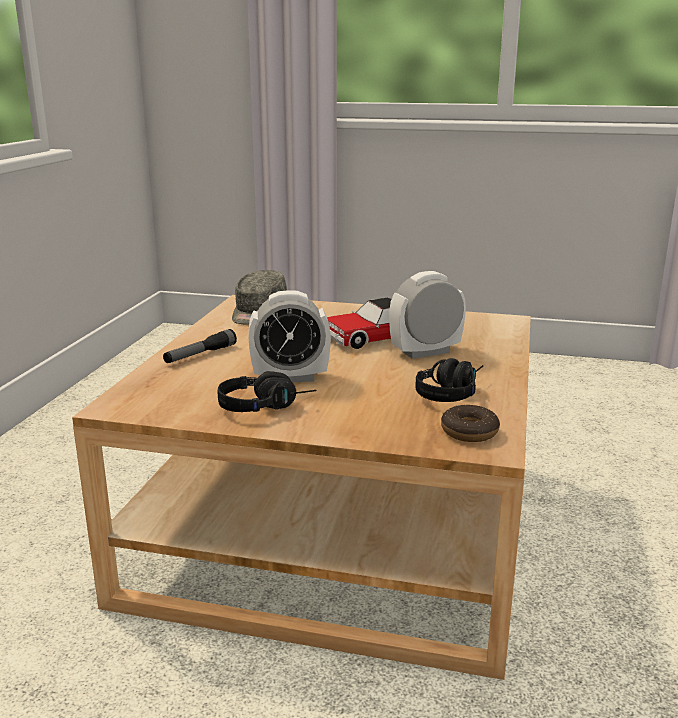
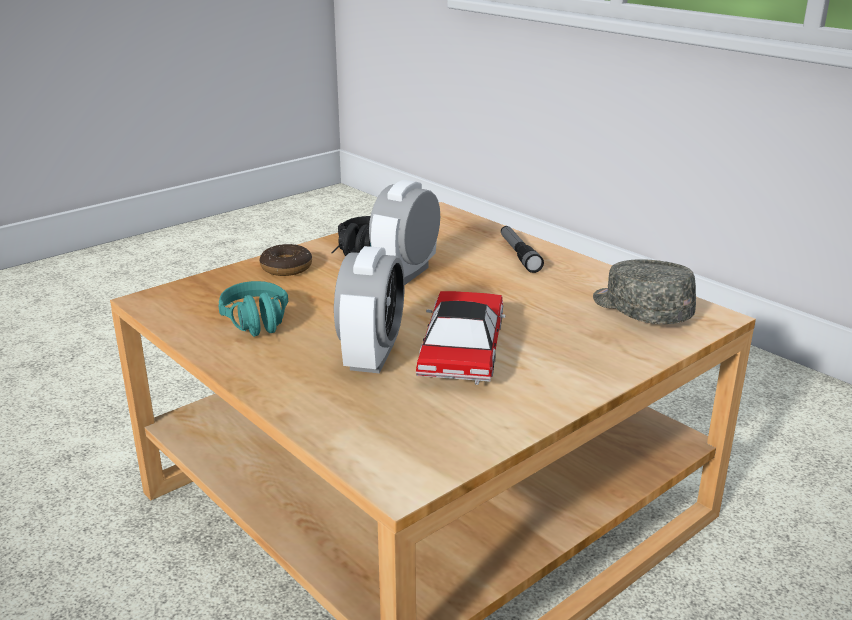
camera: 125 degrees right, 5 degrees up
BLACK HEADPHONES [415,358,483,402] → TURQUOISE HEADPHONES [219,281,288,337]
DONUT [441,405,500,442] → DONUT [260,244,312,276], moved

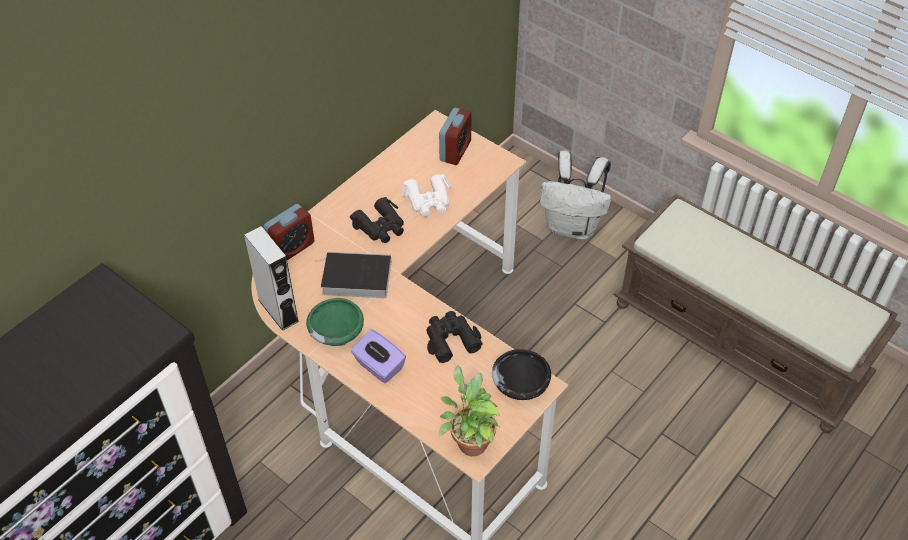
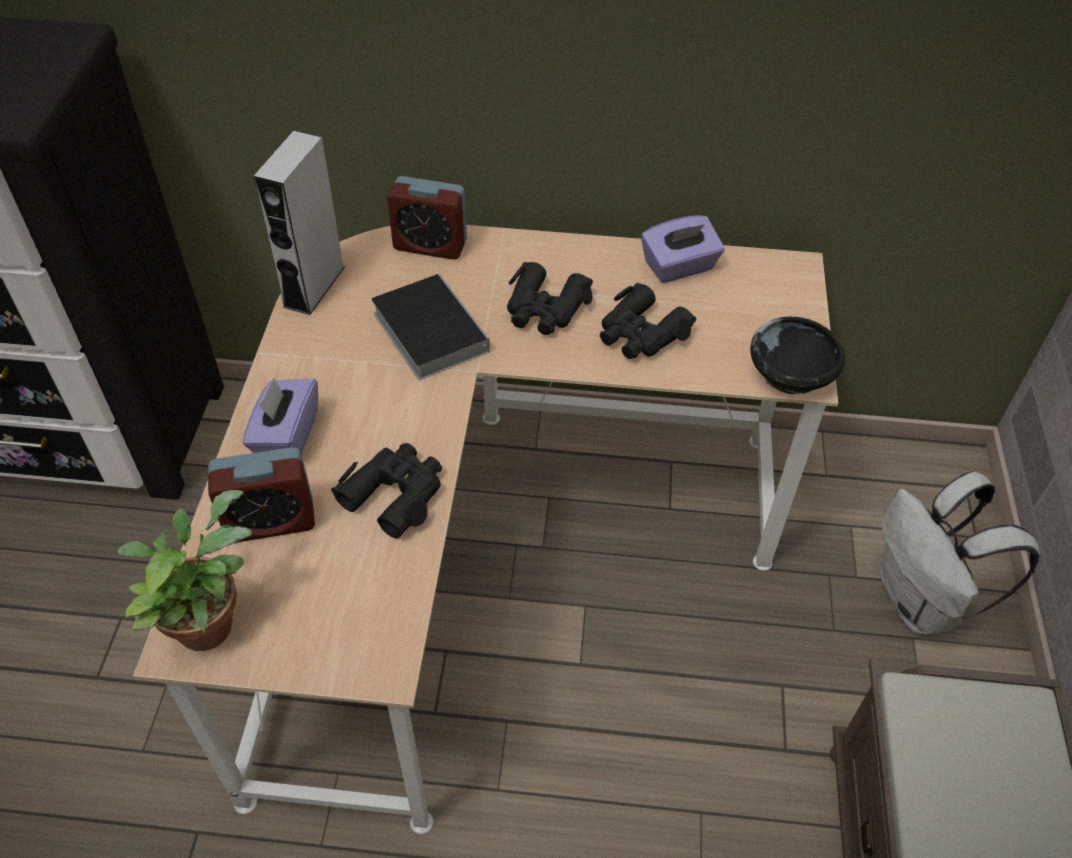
camera: 55 degrees right, 0 degrees up
ALARM CLOCK [439,108,472,165] → ALARM CLOCK [208,447,315,543], moved
WHITE BINOCULARS [402,174,451,217] → BLACK BINOCULARS [600,283,696,359]
GREEN BOWL [306,298,364,346] → -
BLACK BOWL [492,349,551,400] → BLACK BOWL [750,316,846,394], moved
- → PURPLE TISSUE BOX [641,215,725,283]

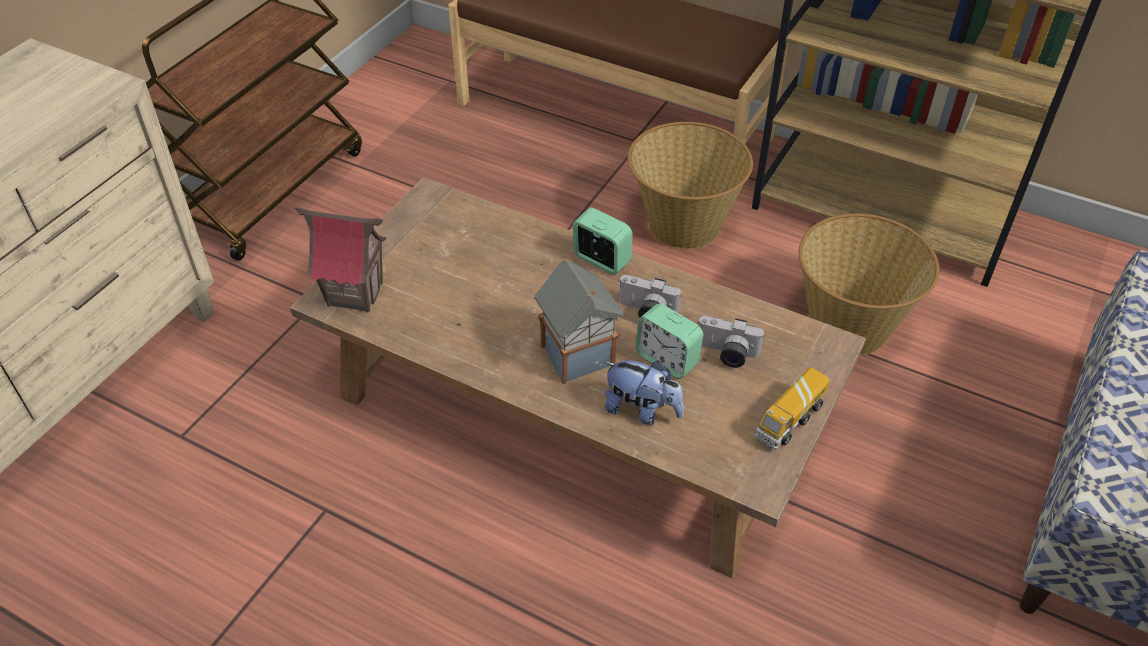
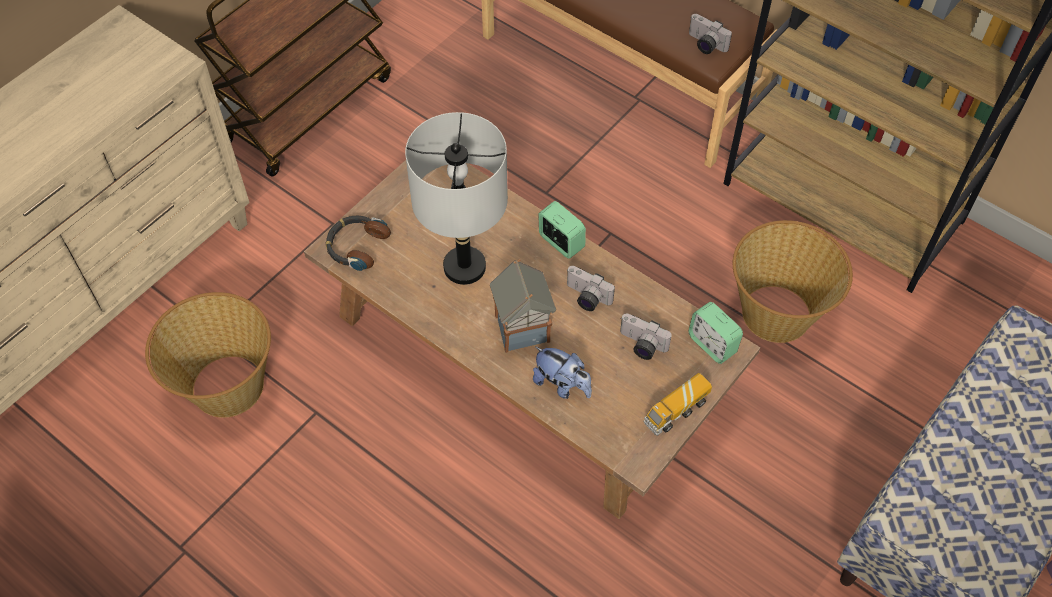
camera: 10 degrees right, 10 degrees up
BASKET [627,122,753,249] → BASKET [145,292,271,418], moved
TOY HOUSE [295,207,387,313] → HEADPHONES [326,215,391,271]
ALARM CLOCK [636,303,703,379] → ALARM CLOCK [688,302,743,364], moved
- → PHOTO CAMERA [689,14,732,54]
- → GREY TABLE LAMP [405,112,508,285]

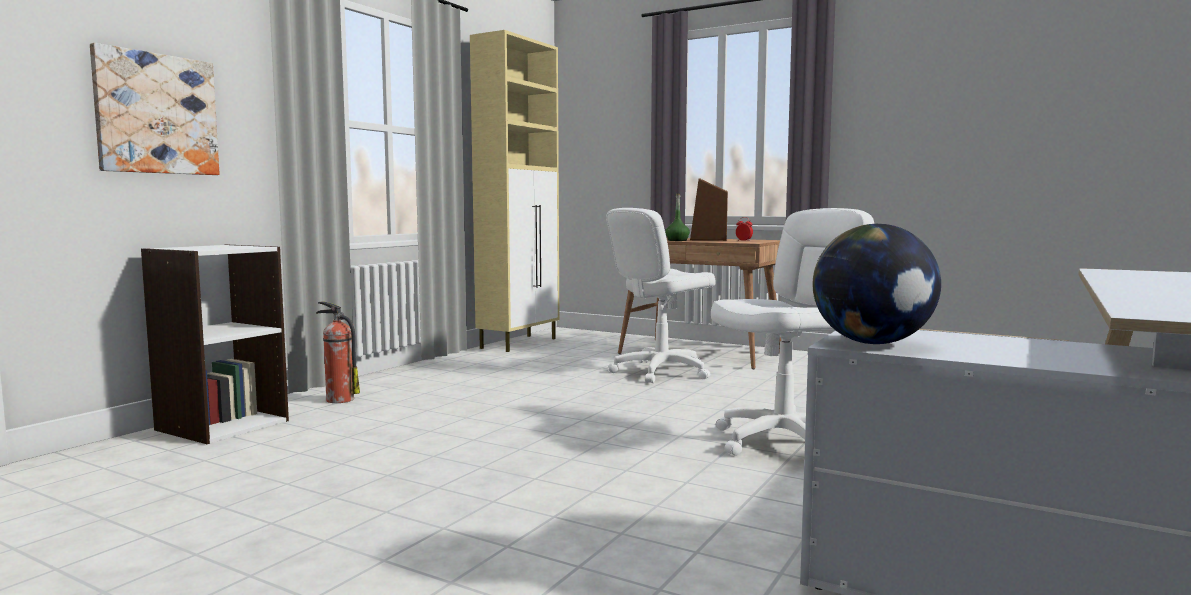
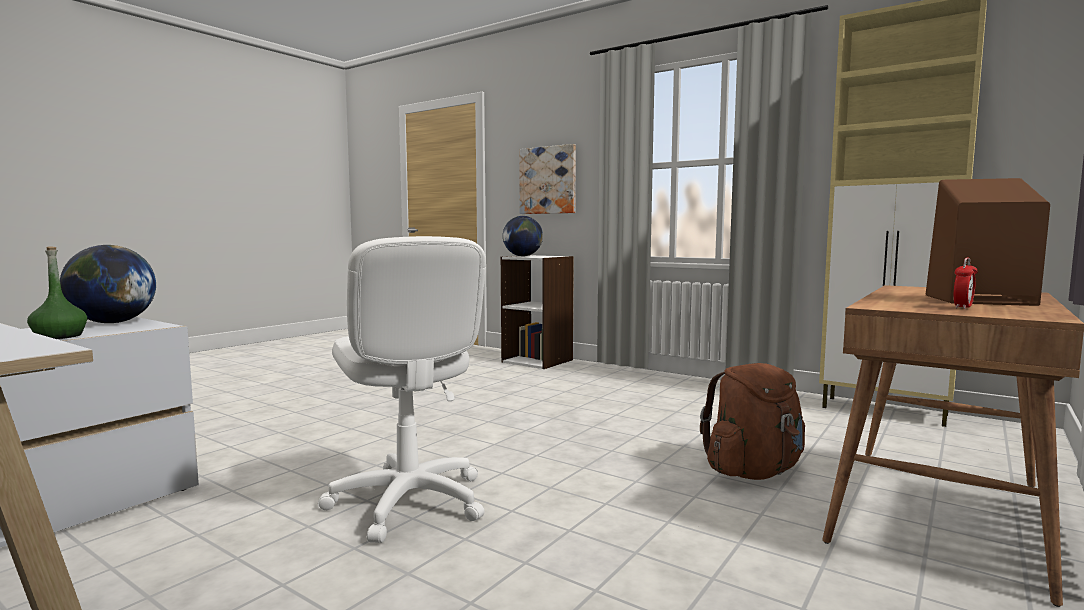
camera: 95 degrees right, 0 degrees up
GREEN BOTTLE [665,194,690,241] → GREEN BOTTLE [27,246,87,339], moved
WHITE OFFICE CHAIR [606,208,716,383] → BROWN BACKPACK [700,363,805,480]
FIRE EXTINGUISHER [316,301,360,403] → -
- → GLOBE [503,216,543,256]

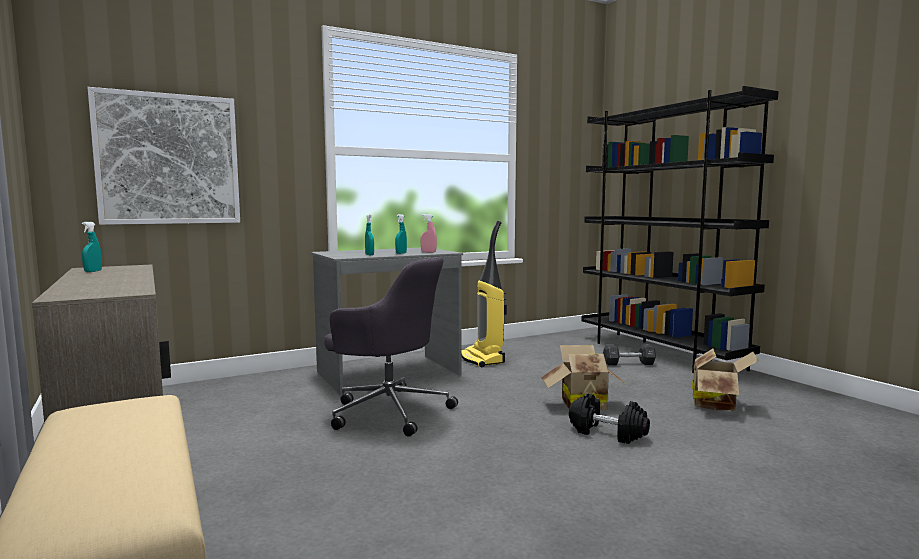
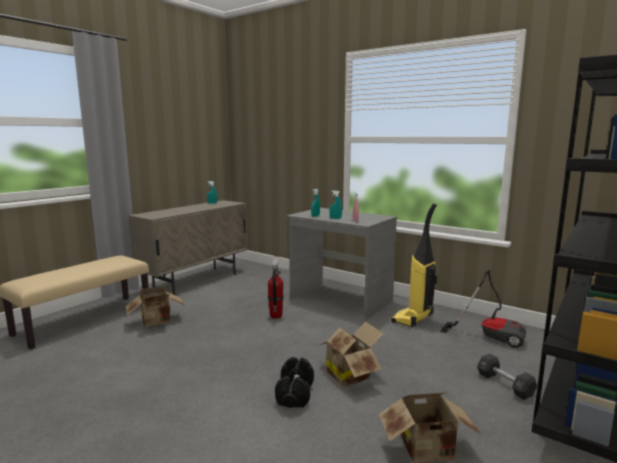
camera: 65 degrees right, 5 degrees up
PICTURE [88,87,240,225] → -
GREY OFFICE CHAIR [324,257,458,437] → FIRE EXTINGUISHER [268,256,284,319]
- → VACUUM CLEANER [441,270,526,348]
- → CARDBOARD BOX [126,286,185,327]

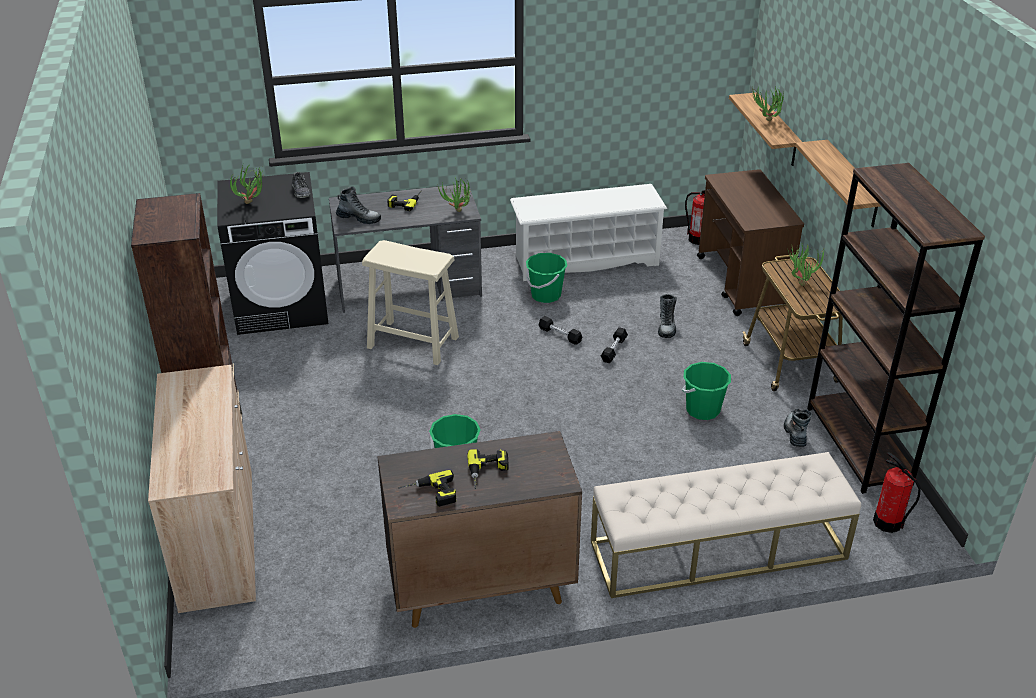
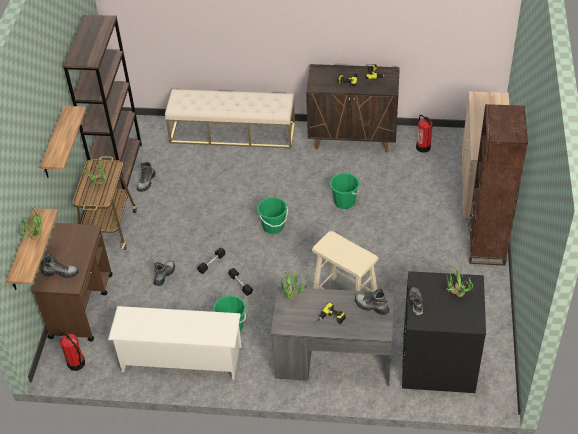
camera: 160 degrees left, 10 degrees up
GREEN BUCKET [682,362,731,420] → GREEN BUCKET [257,197,288,234], moved
FIRE EXTINGUISHER [873,452,921,533] → FIRE EXTINGUISHER [416,115,433,153], moved
- → BOOT [41,253,79,278]

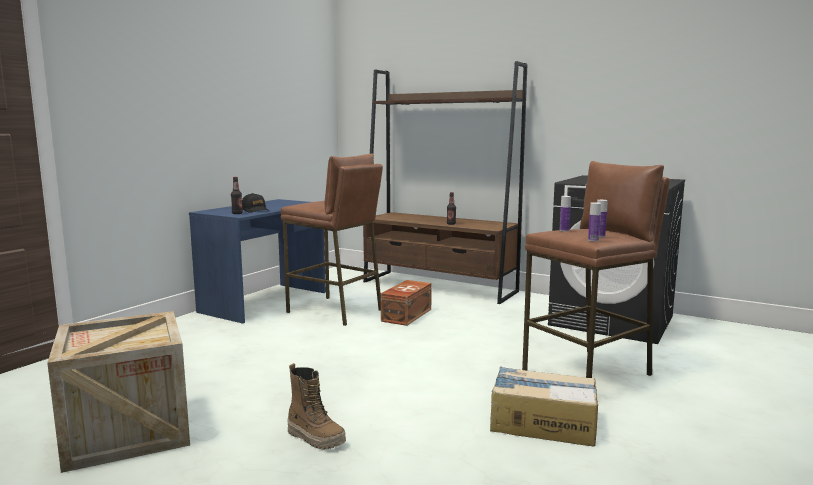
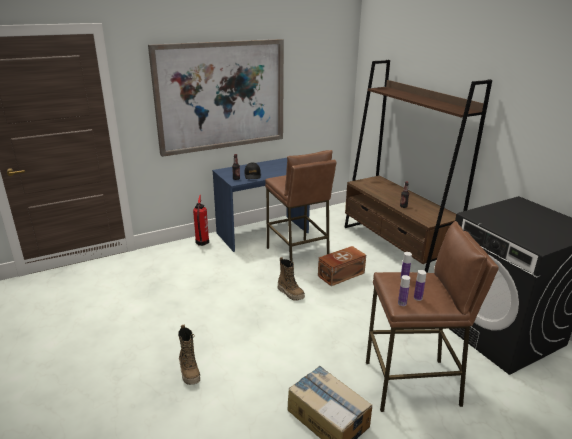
camera: 30 degrees right, 15 degrees up
CRATE [47,311,190,473] → -
- → PICTURE [148,39,284,157]
- → FIRE EXTINGUISHER [193,195,209,246]
- → BOOT [278,257,305,301]

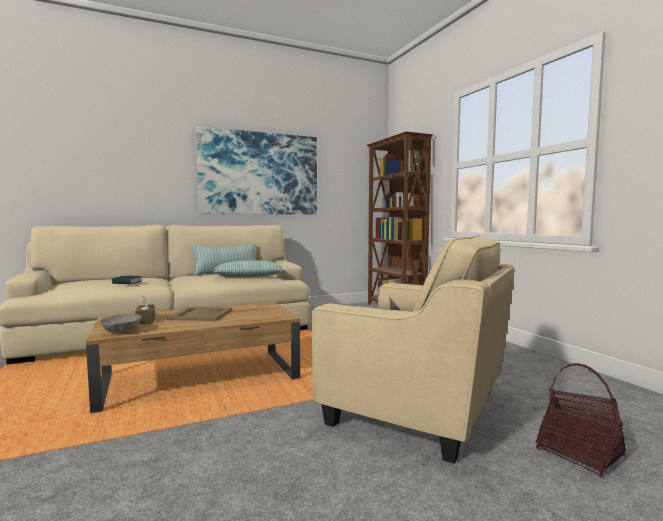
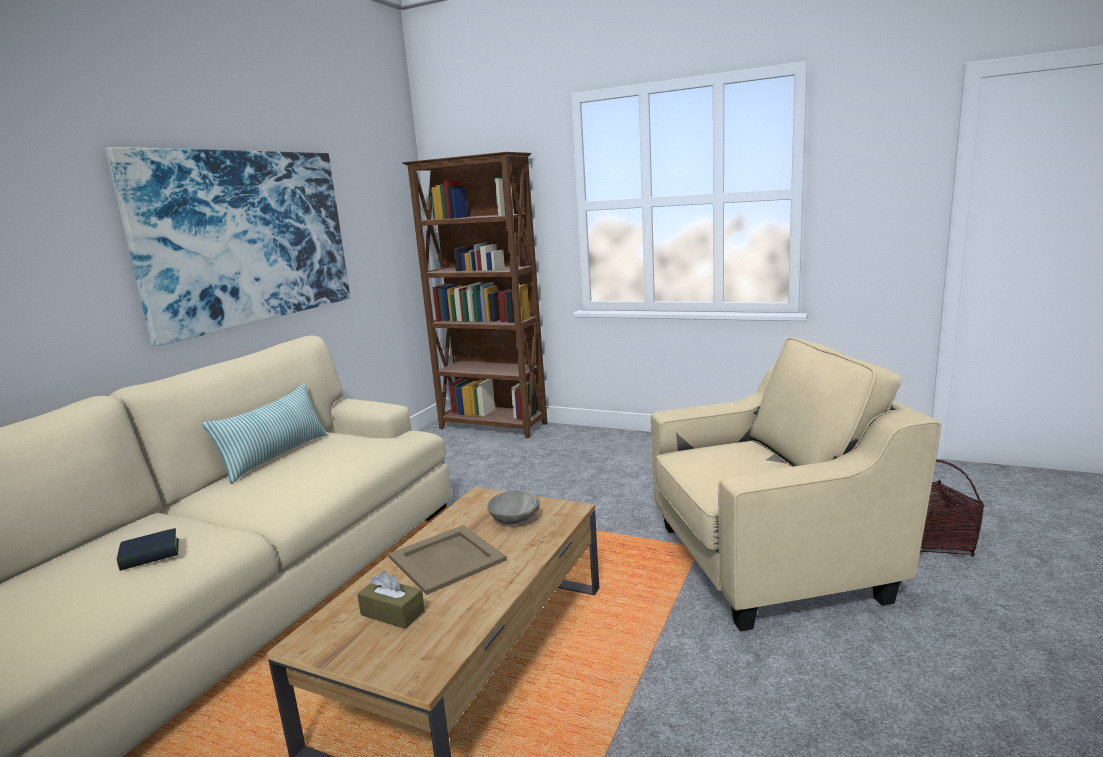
camera: 40 degrees left, 10 degrees up
PILLOW [213,260,284,277] → -
GREY BOWL [100,314,142,333] → GREY BOWL [487,491,540,525], moved

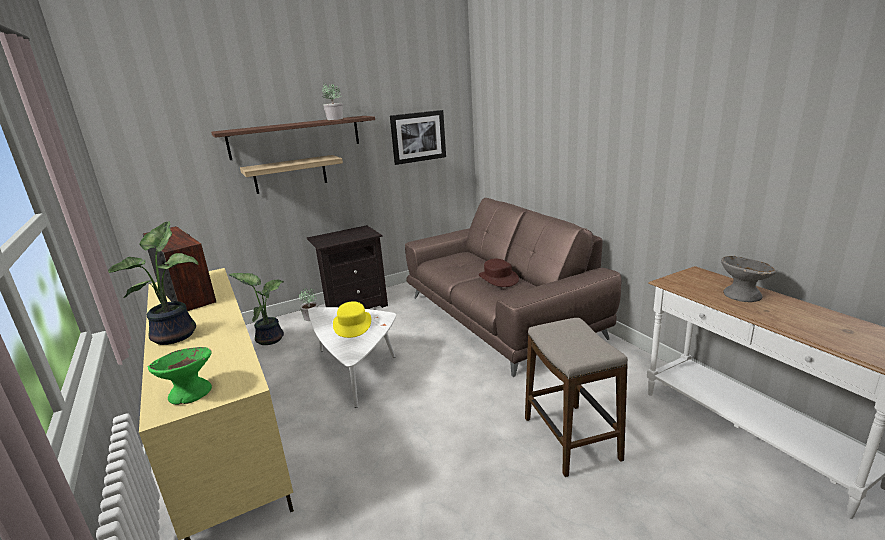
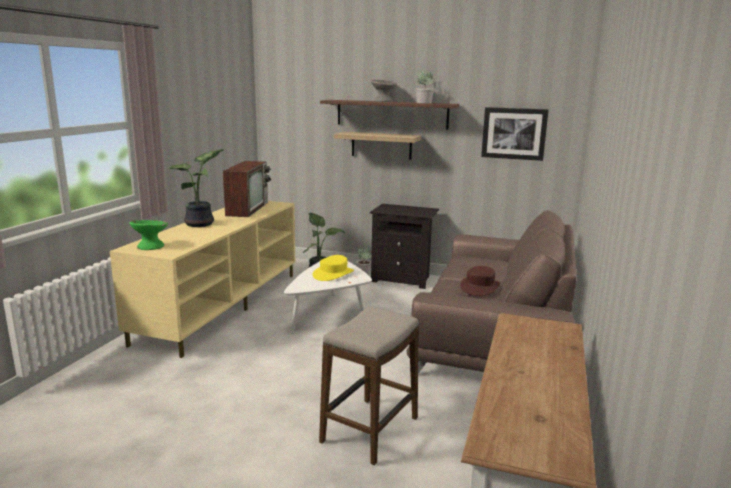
camera: 45 degrees right, 5 degrees down
GREY BOWL [721,256,776,302] → GREY BOWL [371,80,397,102], moved

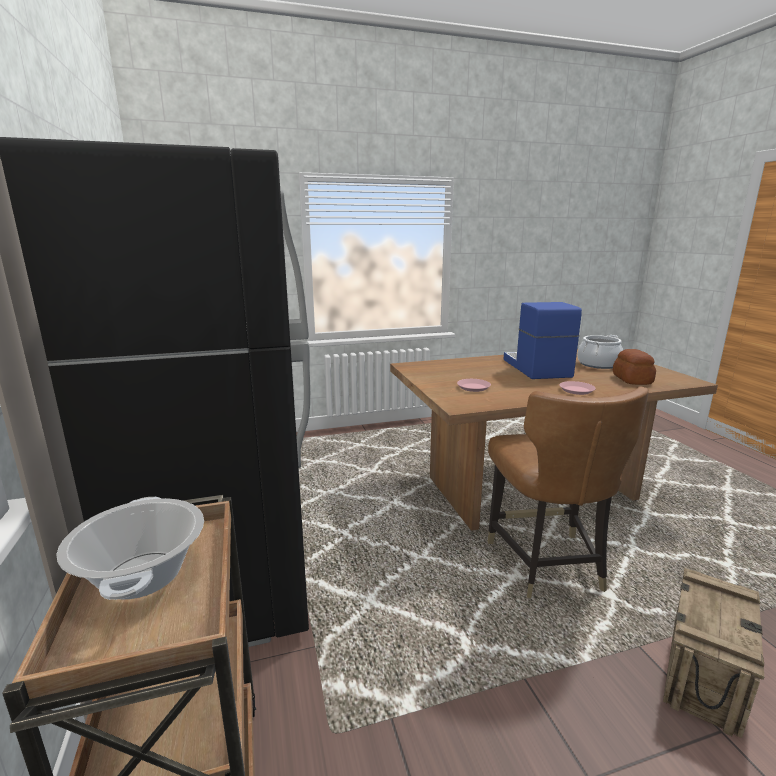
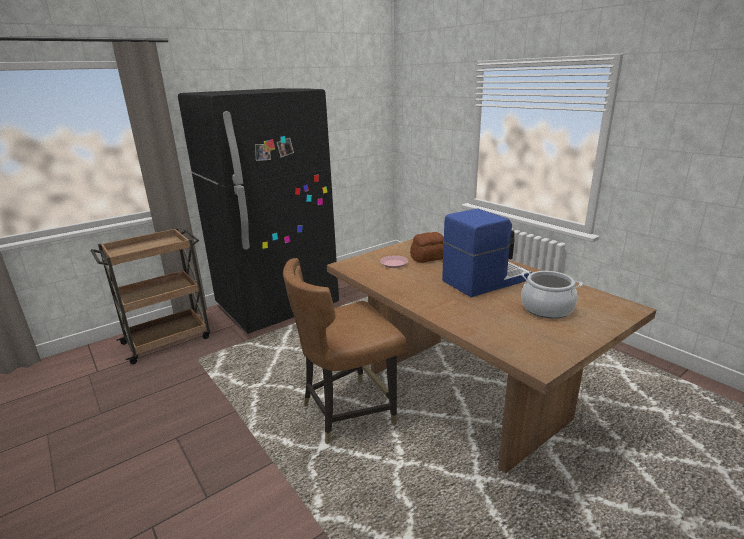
camera: 70 degrees right, 5 degrees up
BREAD [613,349,656,385] → BREAD [410,232,444,263], moved
PINK PLATE [559,381,596,395] → -
COOKING POT [56,497,204,600] → -
CRATE [663,568,764,738] → -

